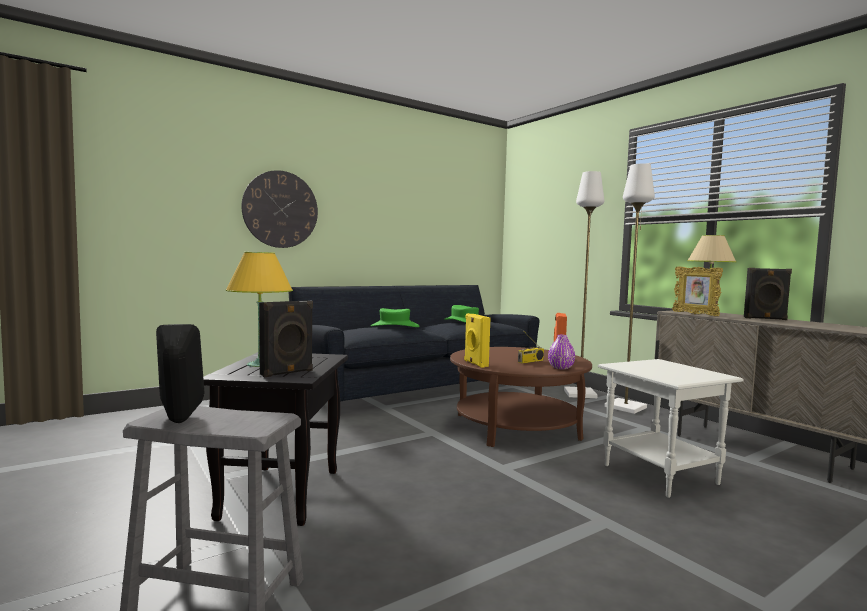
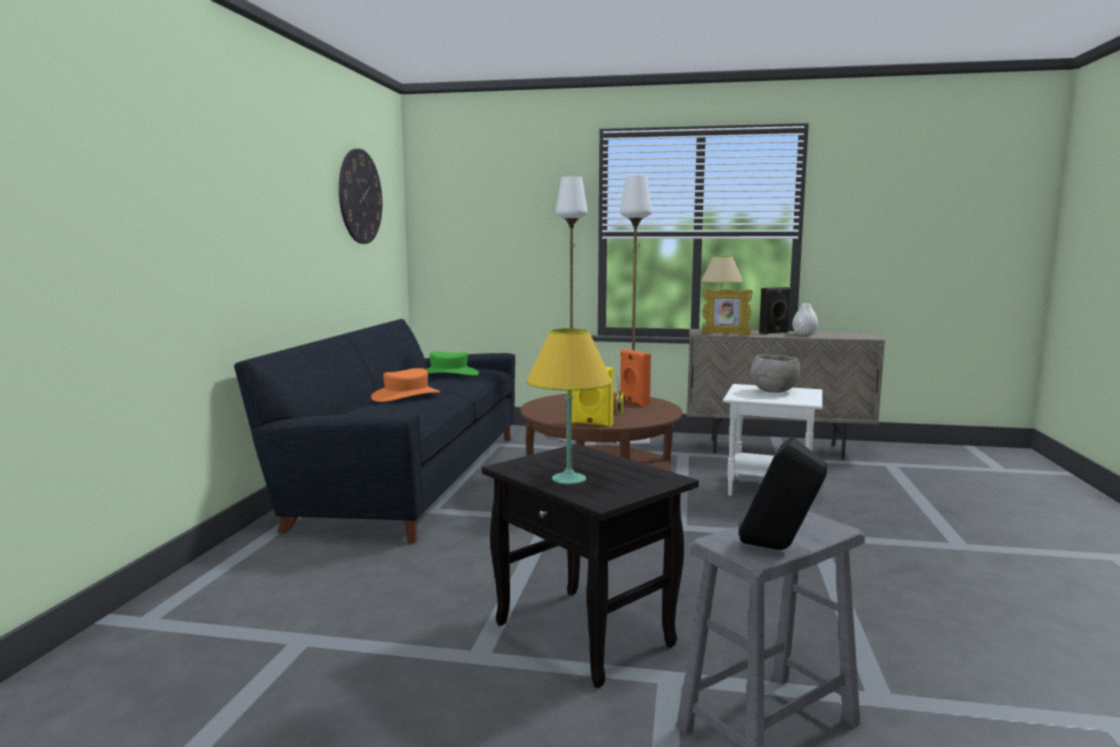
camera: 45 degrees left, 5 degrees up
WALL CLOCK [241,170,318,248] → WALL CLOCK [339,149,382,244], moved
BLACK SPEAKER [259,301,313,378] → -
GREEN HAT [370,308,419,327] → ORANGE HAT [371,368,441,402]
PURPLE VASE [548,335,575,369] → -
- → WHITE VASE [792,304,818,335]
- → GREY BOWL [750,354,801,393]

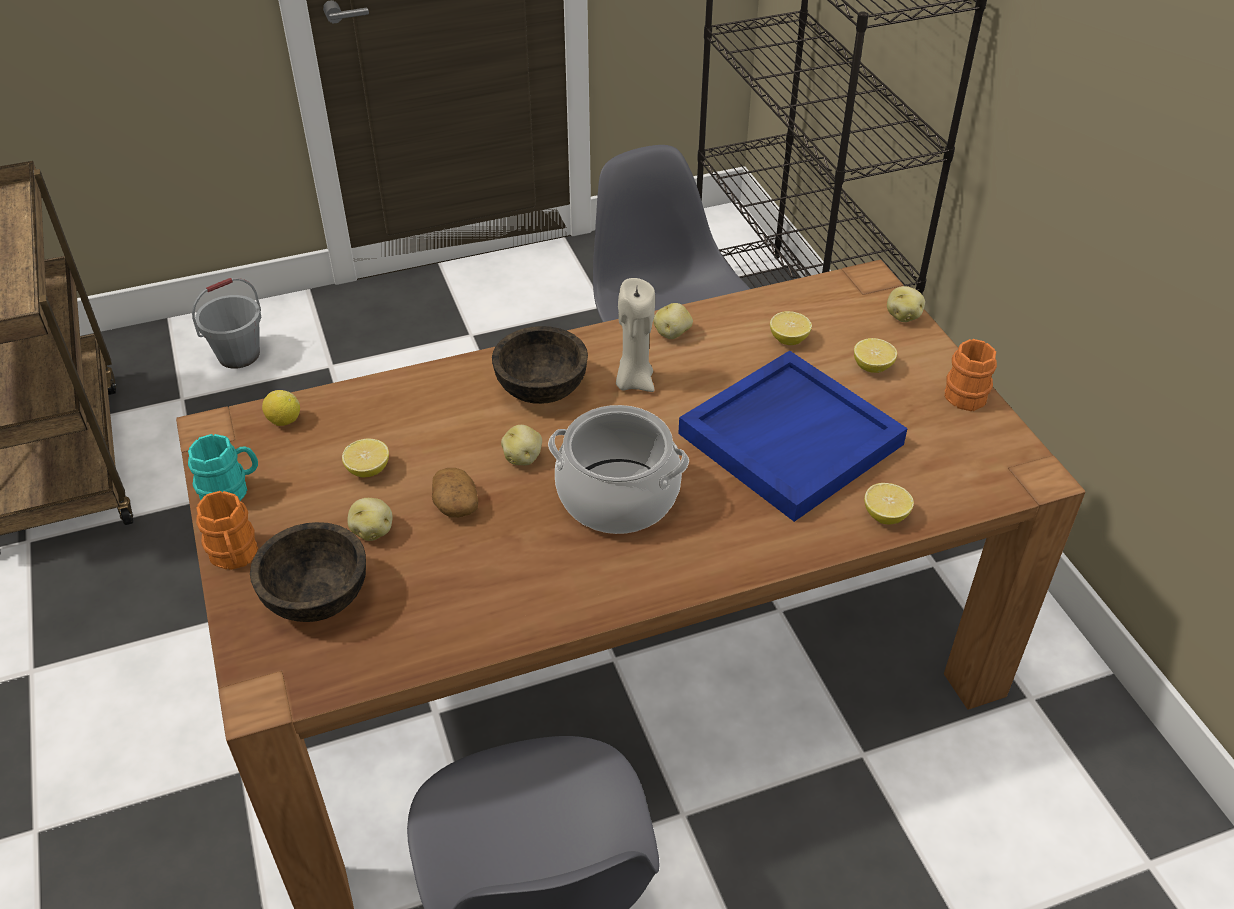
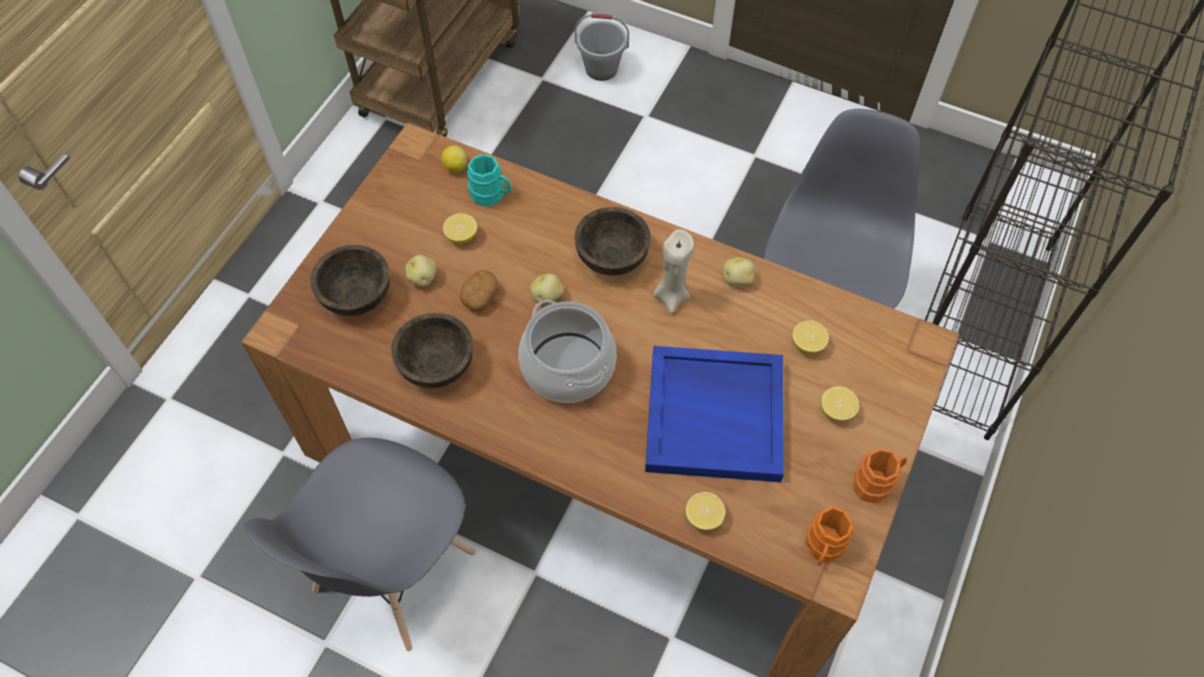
camera: 45 degrees right, 15 degrees up
POTATO [887,286,925,322] → -
TURQUOISE MUG [188,434,258,501] → TURQUOISE MUG [467,154,511,207], moved
ORANGE MUG [196,491,258,570] → ORANGE MUG [805,507,854,566], moved
- → BROWN BOWL [391,313,473,388]

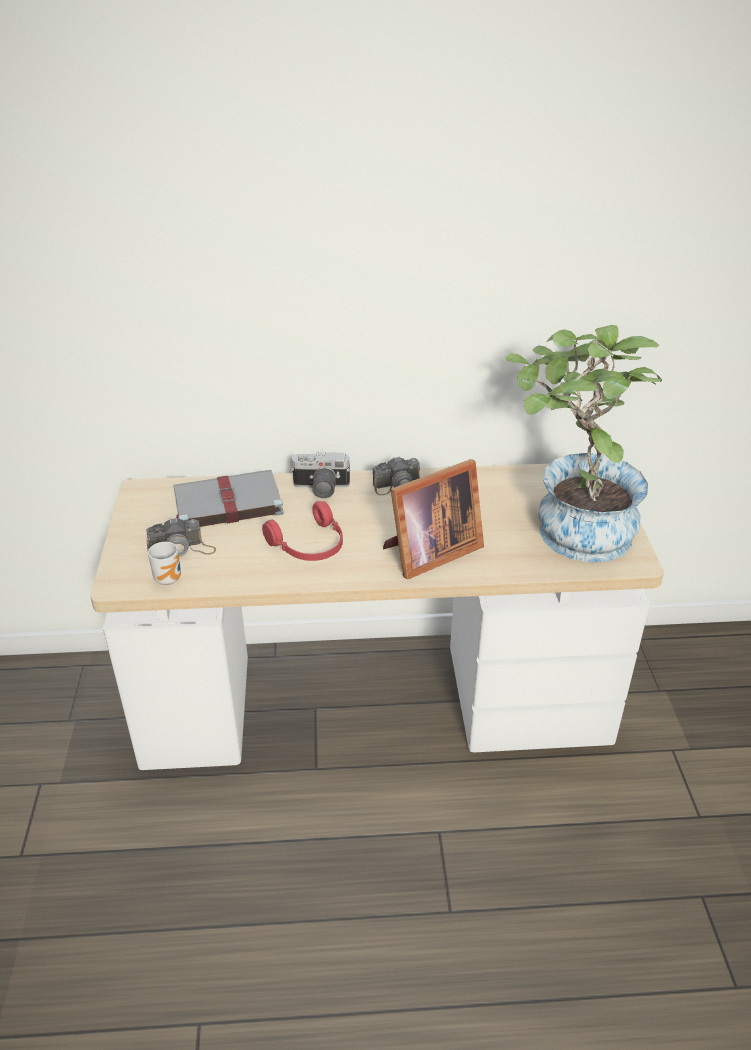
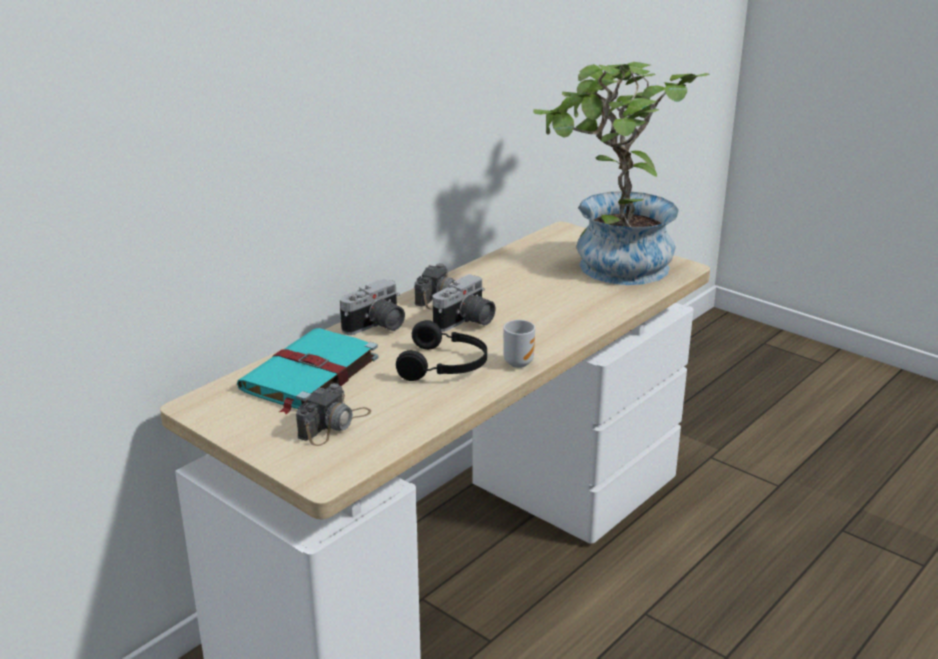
camera: 45 degrees left, 10 degrees down
PICTURE FRAME [383,459,484,580] → -
GREY BOOK [173,470,284,527] → TURQUOISE BOOK [237,328,379,414]
RED HEADPHONES [262,501,343,561] → BLACK HEADPHONES [396,320,487,381]
MUG [148,542,181,585] → MUG [503,320,535,368], moved
- → PHOTO CAMERA [433,274,495,332]

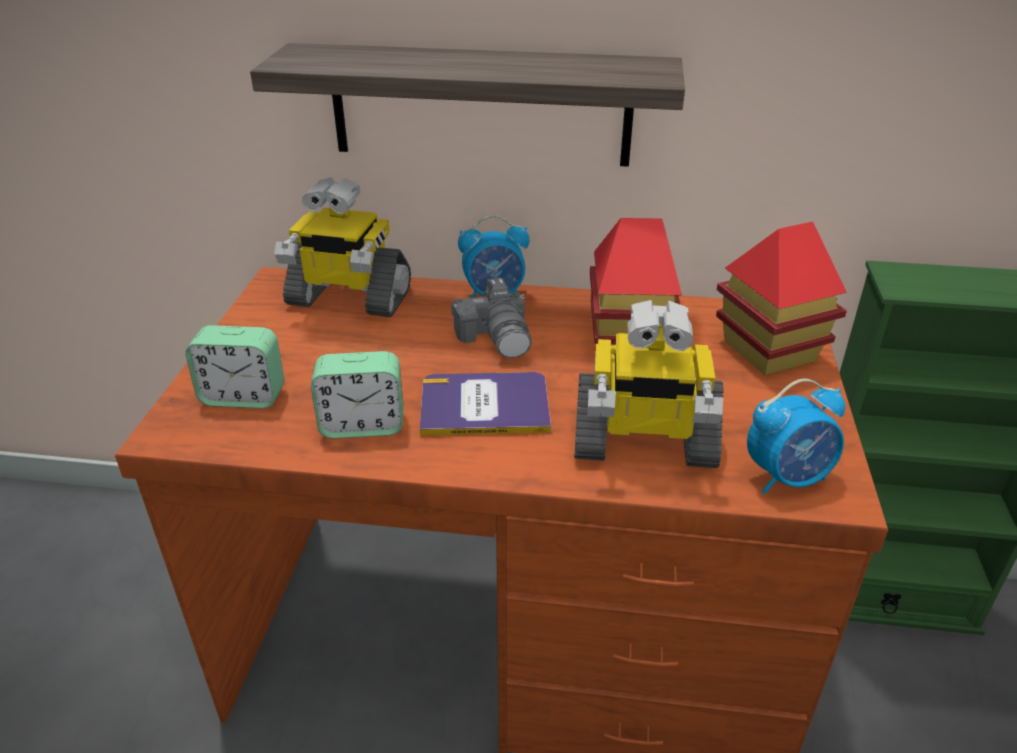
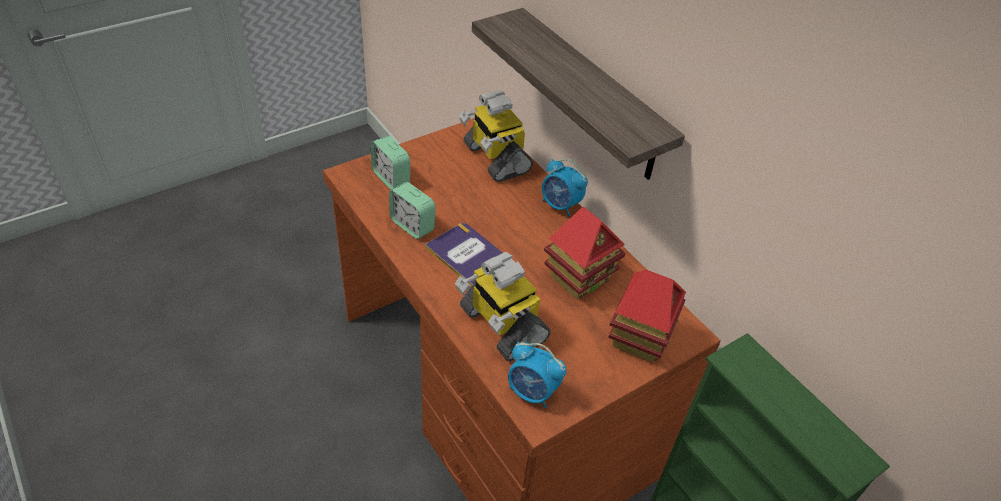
camera: 45 degrees right, 10 degrees up
PHOTO CAMERA [451,277,532,358] → -

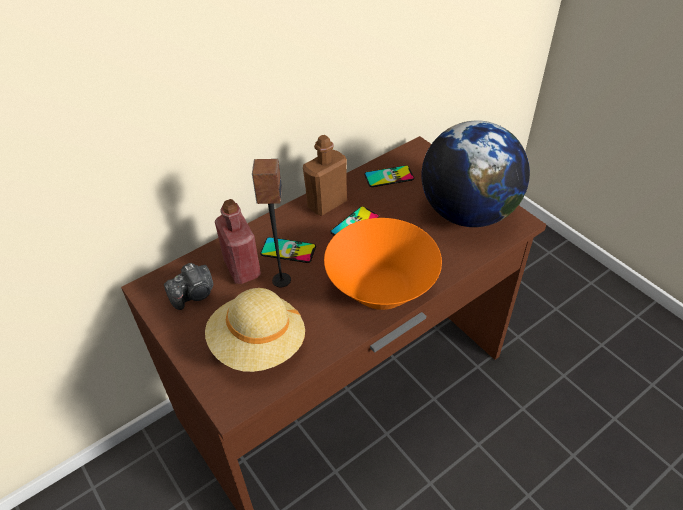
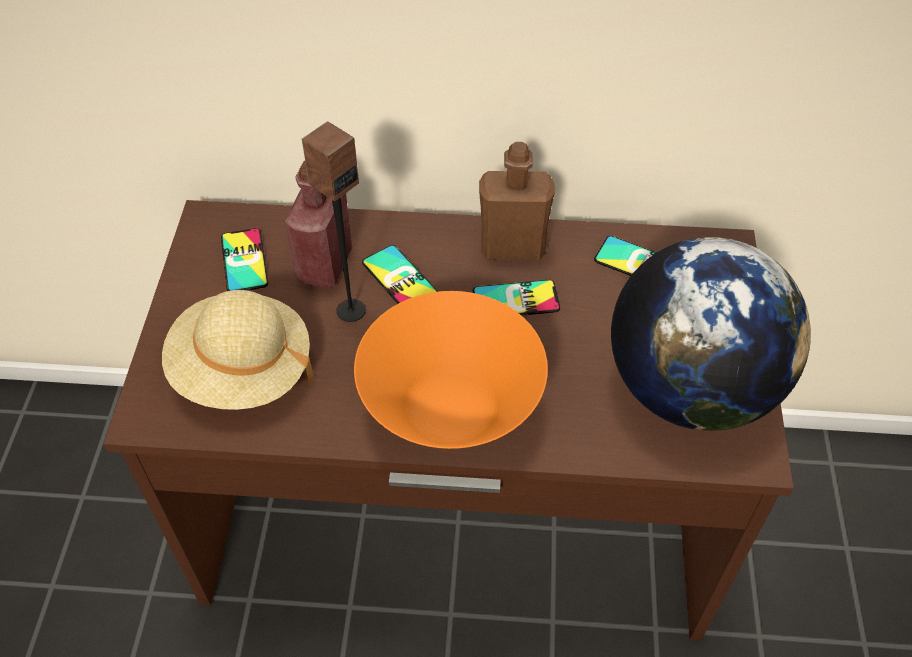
camera: 40 degrees right, 5 degrees up
PHOTO CAMERA [164,263,213,310] → PHONE [221,228,268,291]

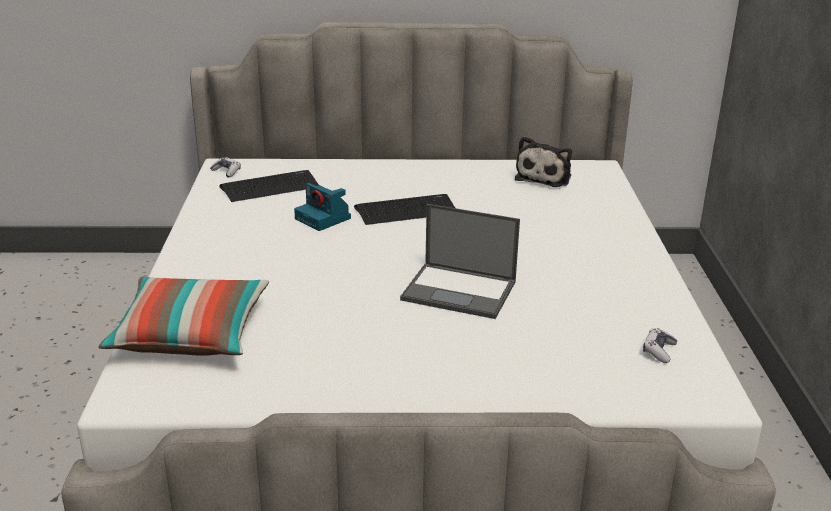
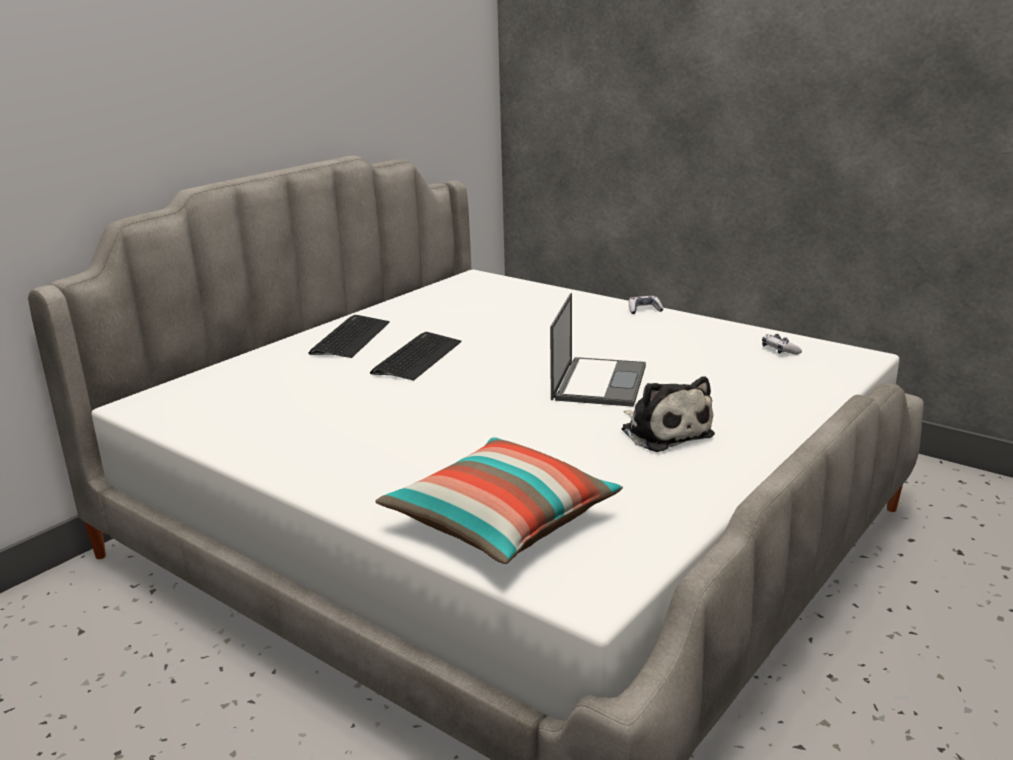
camera: 50 degrees left, 5 degrees down
PLUSH TOY [515,136,572,187] → PLUSH TOY [622,376,715,452], moved
GAME CONTROLLER [210,157,241,178] → GAME CONTROLLER [629,296,664,314], moved
KEYBOARD [219,170,319,202] → KEYBOARD [309,315,390,358], moved
PHOTO CAMERA [294,183,351,231] → -
LAPTOP [400,204,520,319] → LAPTOP [550,293,646,407], 45 degrees counterclockwise

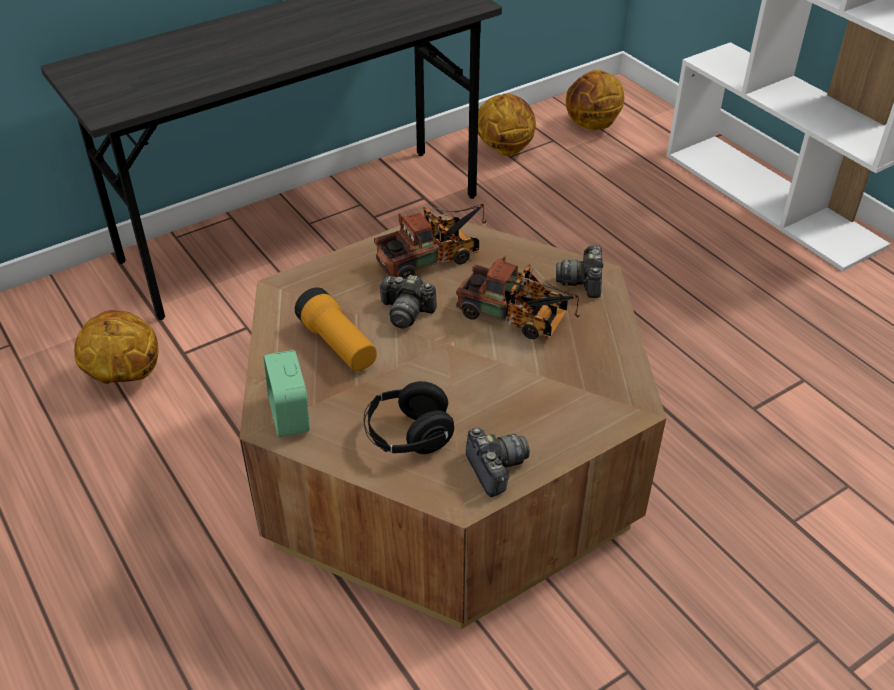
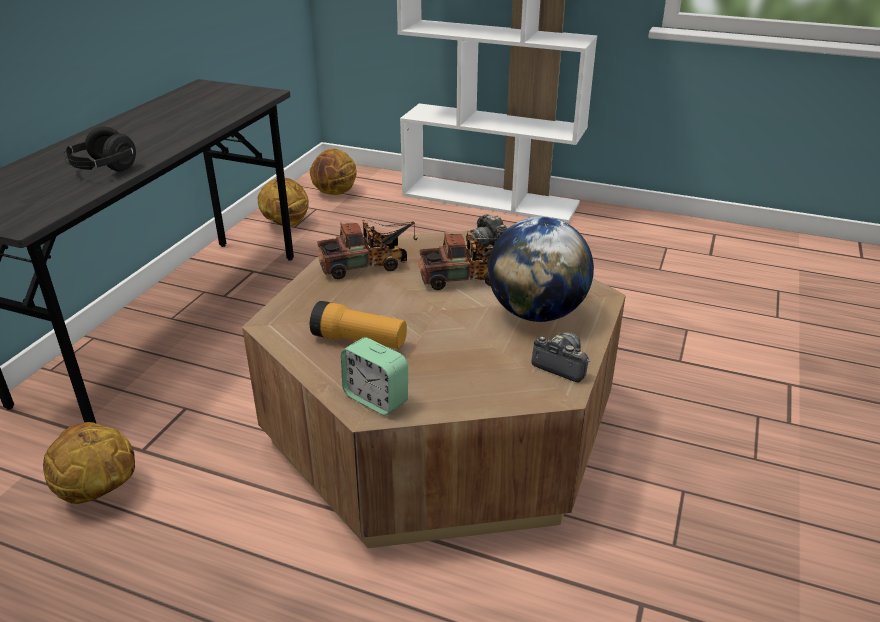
camera: 35 degrees left, 10 degrees down
TOY TRUCK [374,204,486,279] → TOY TRUCK [317,220,418,279], 45 degrees clockwise
PHOTO CAMERA [379,275,437,329] → -
BLACK HEADPHONES [364,381,454,454] → BLACK HEADPHONES [63,127,136,172], moved
- → GLOBE [488,217,594,322]

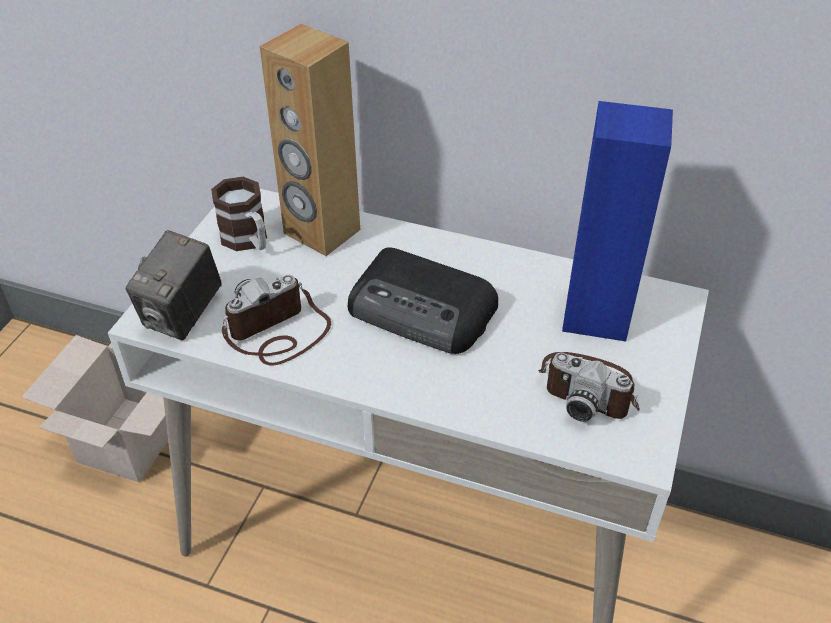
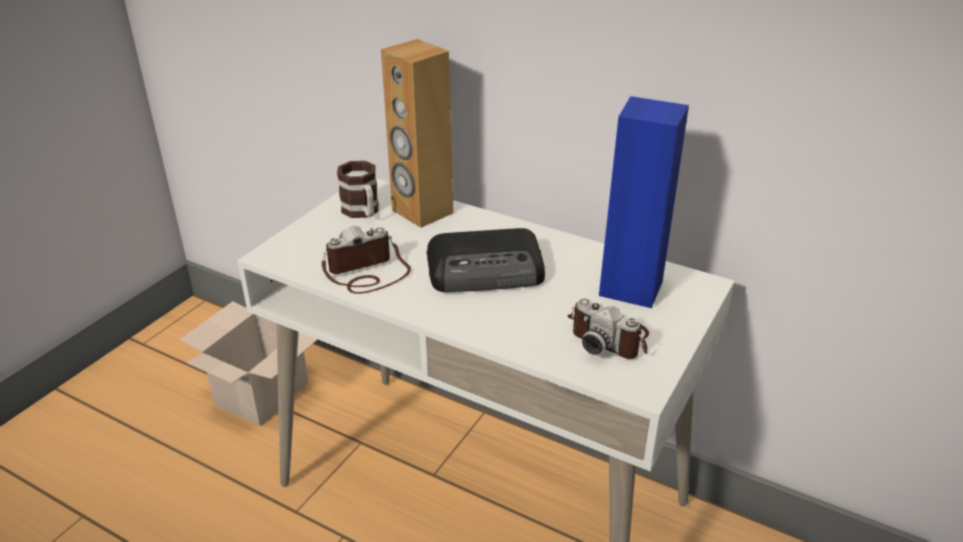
camera: 10 degrees right, 10 degrees down
PHOTO CAMERA [125,230,222,340] → -
RADIO [348,247,498,354] → RADIO [427,228,545,292], 45 degrees counterclockwise

